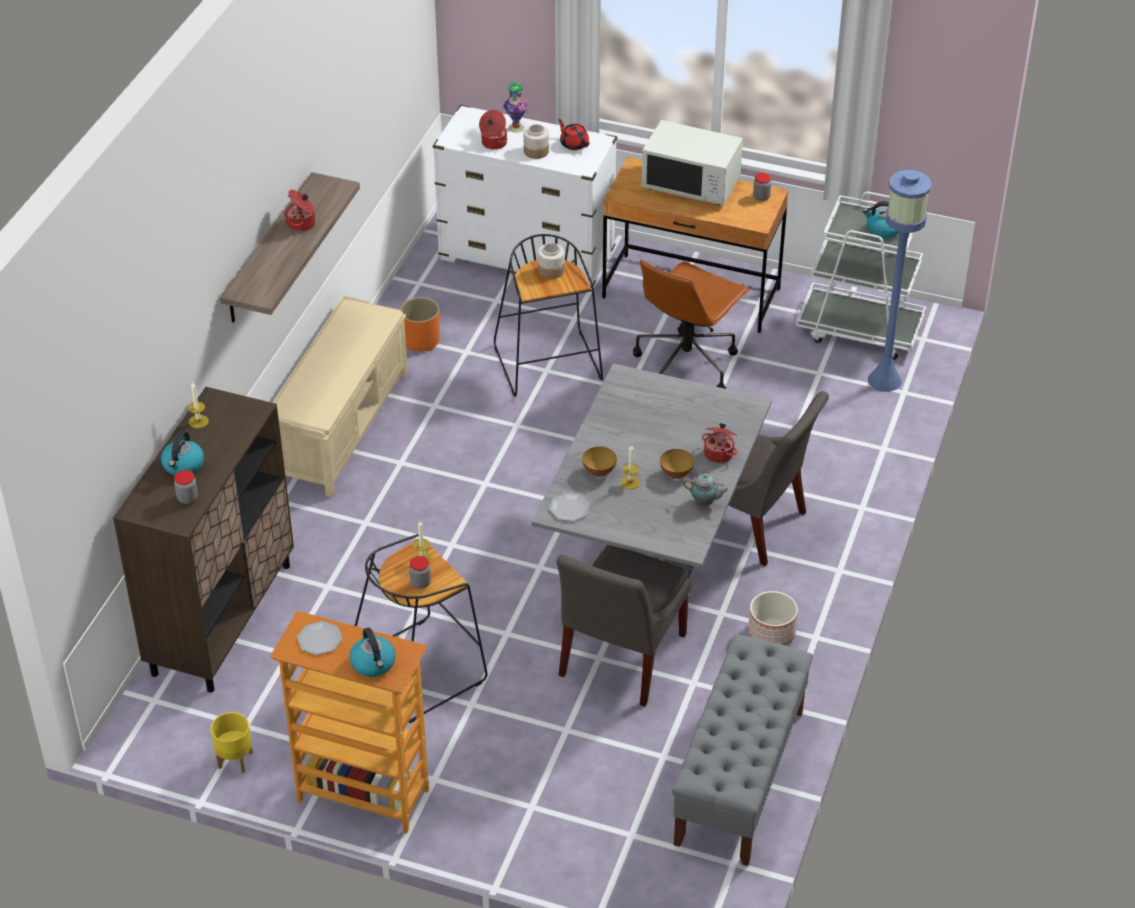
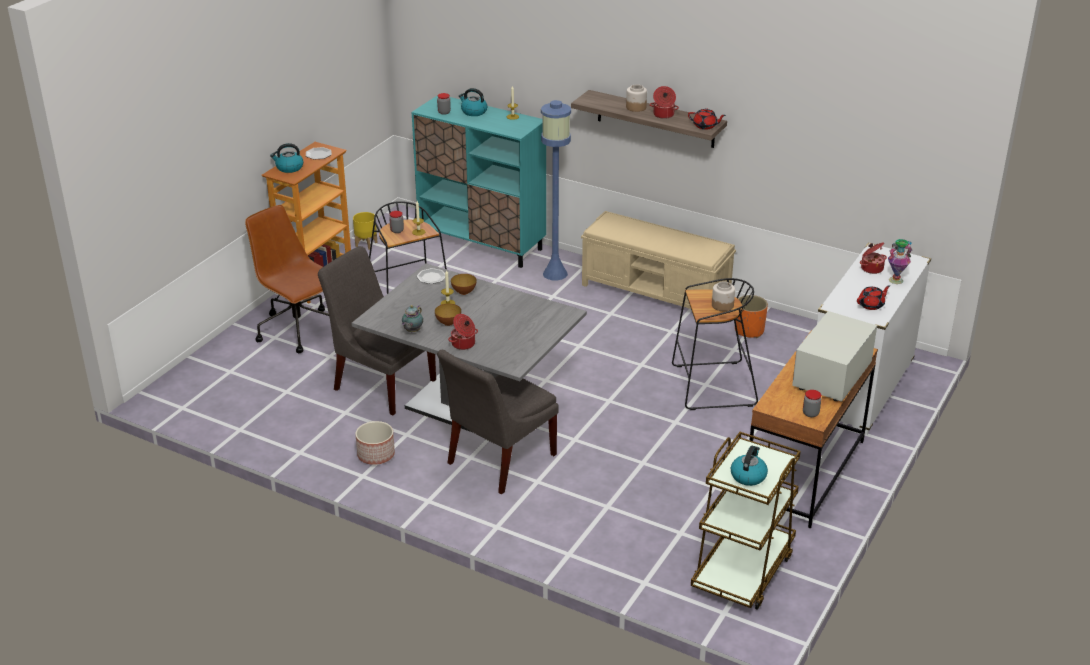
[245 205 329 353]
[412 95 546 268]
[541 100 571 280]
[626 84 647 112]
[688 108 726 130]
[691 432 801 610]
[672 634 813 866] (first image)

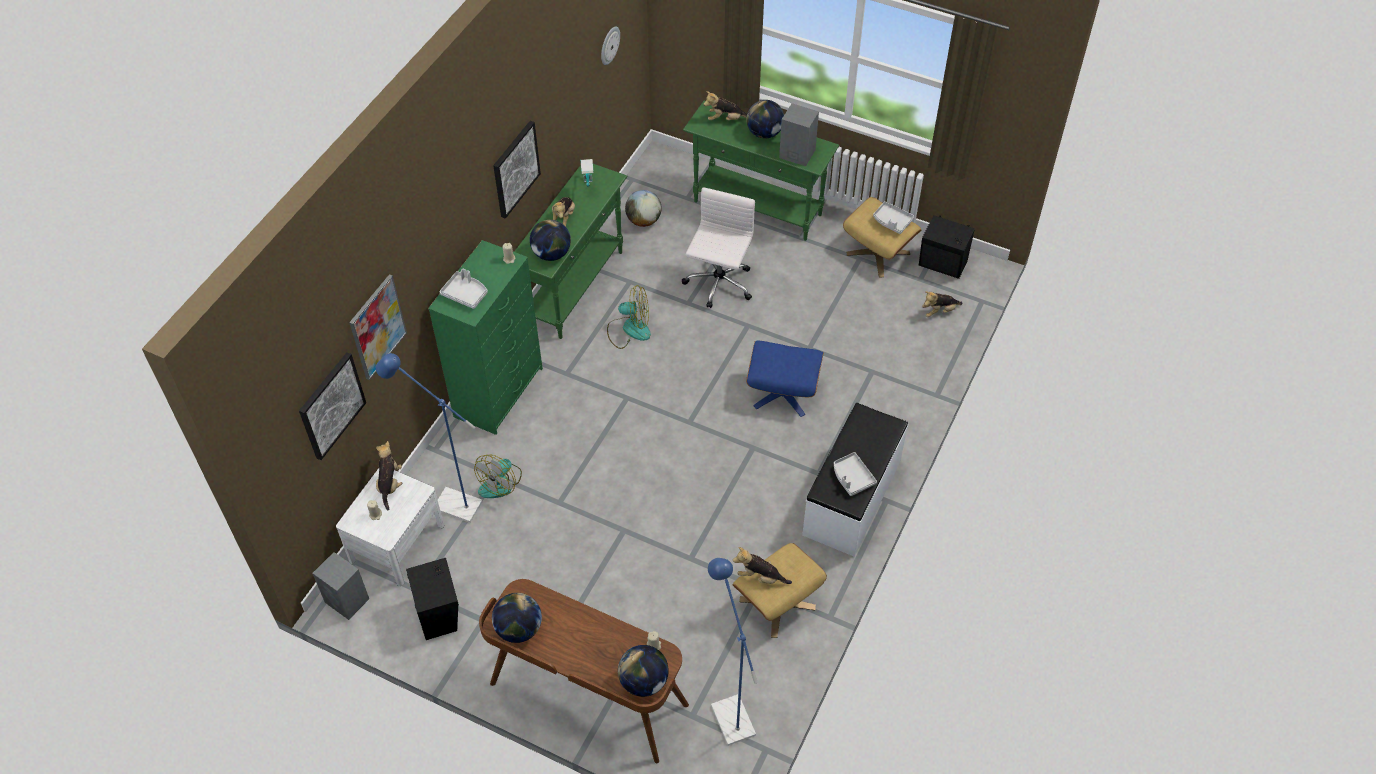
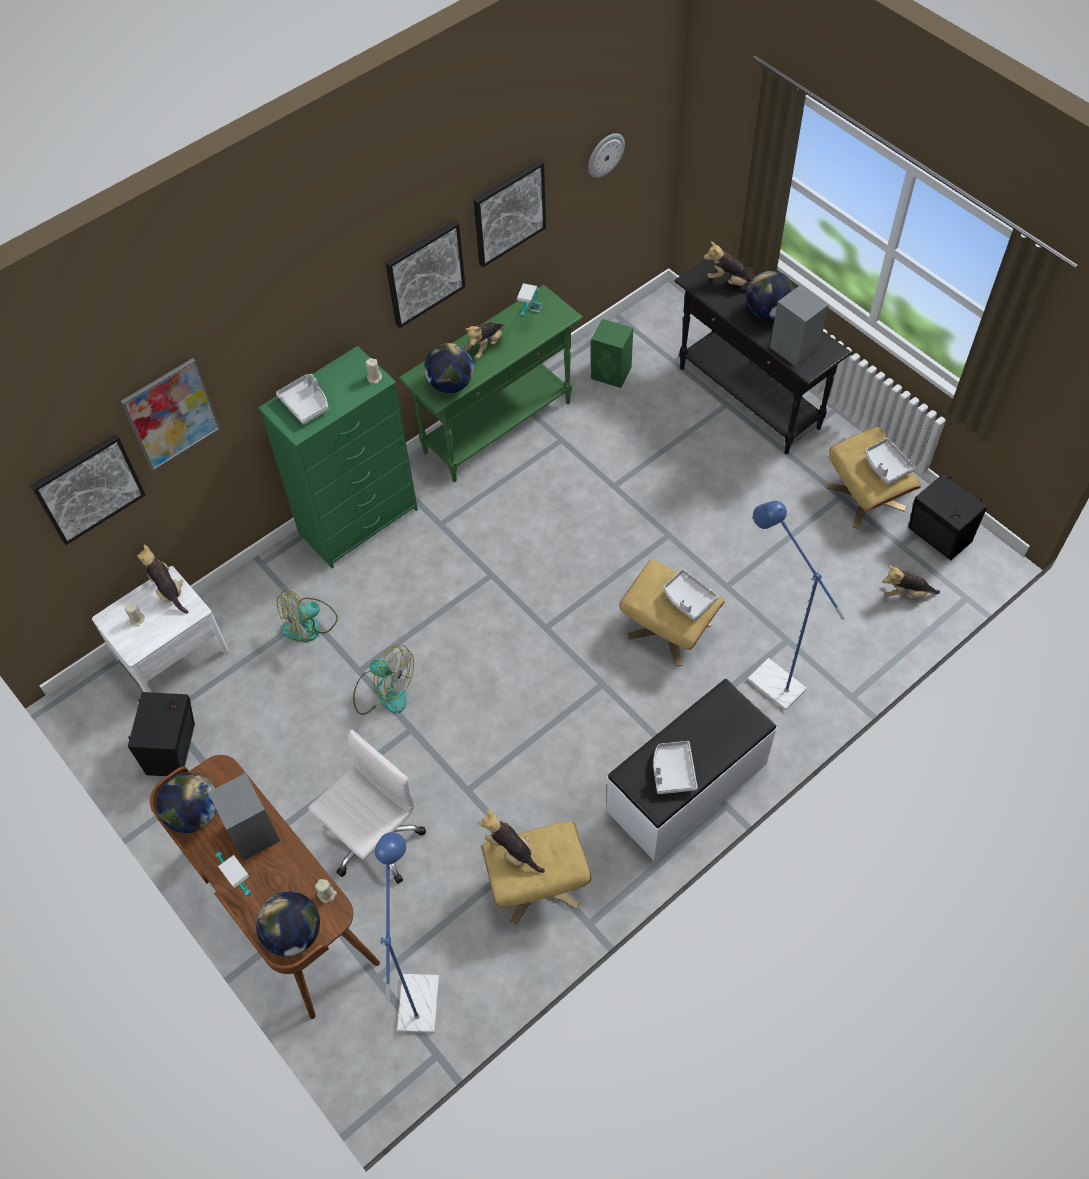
[137 545 188 614]
[208 773 280 860]
[216 852 251 896]
[308 729 426 884]
[353 645 414 715]
[474 160 546 267]
[591 319 633 388]
[619 560 725 667]
[664 569 718 621]
[674 259 852 454]
[747 501 845 711]

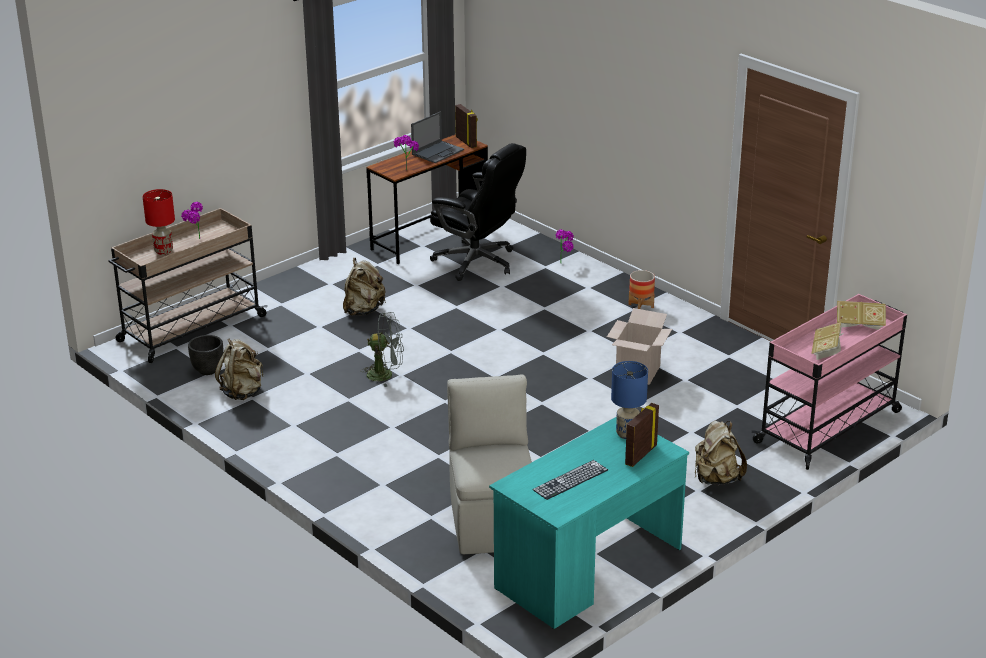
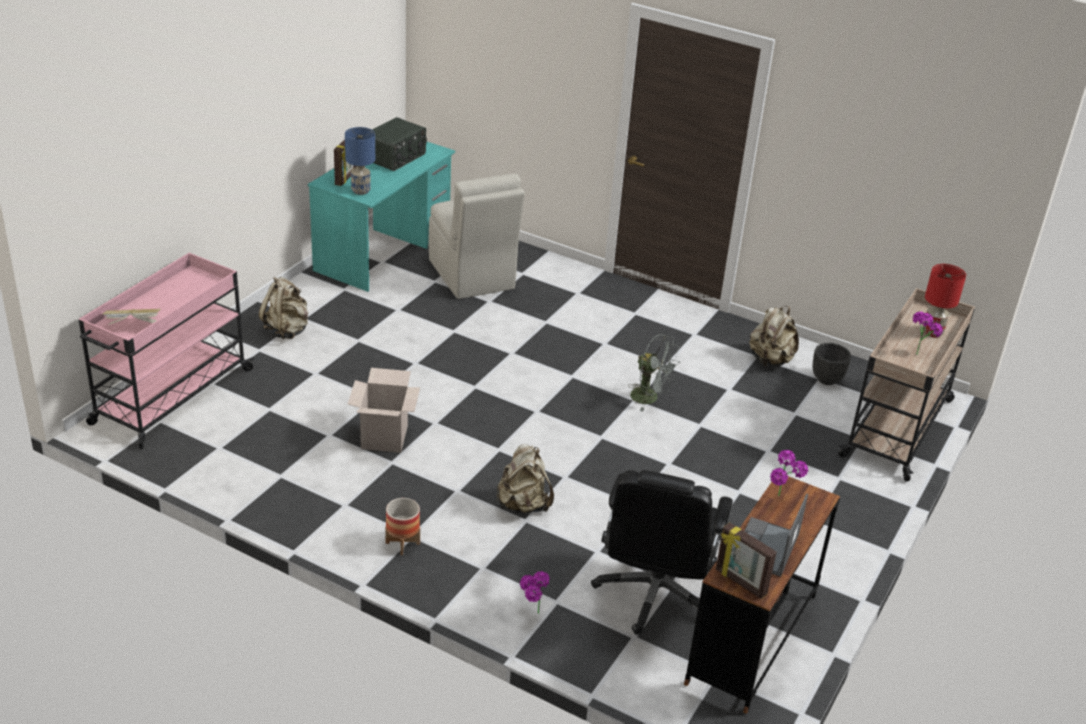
[372 117 427 171]
[496 444 554 513]
[591 470 733 635]
[628 334 680 412]
[811 322 843 360] (first image)

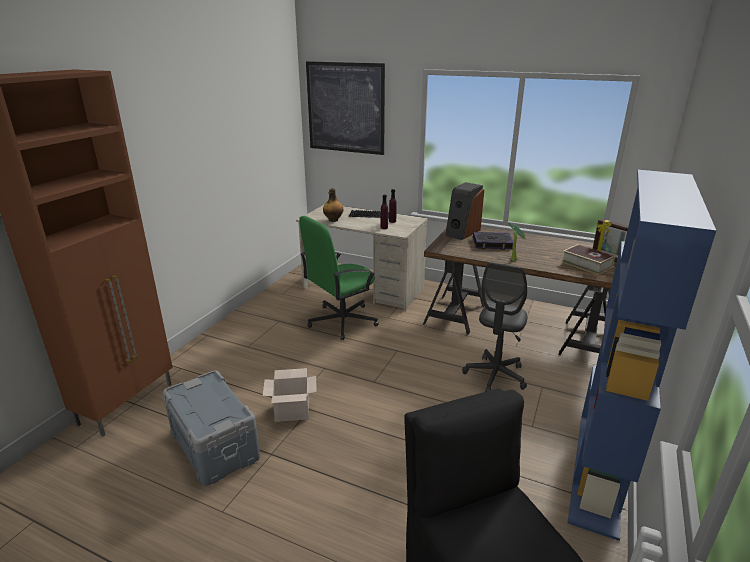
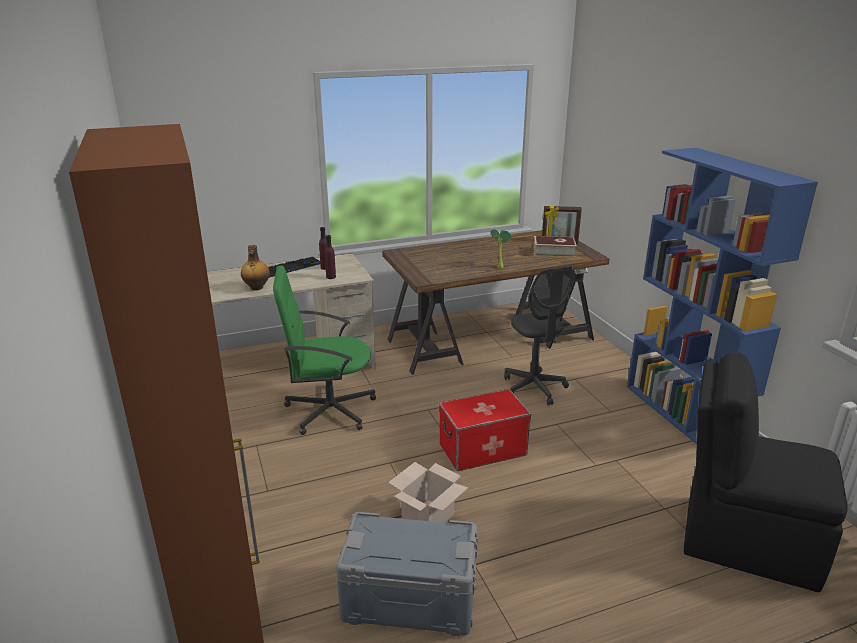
[273 266 376 435]
[439 389 531 471]
[306 61 385 155] (first image)
[445 182 484 240] (first image)
[473 232 513 250] (first image)

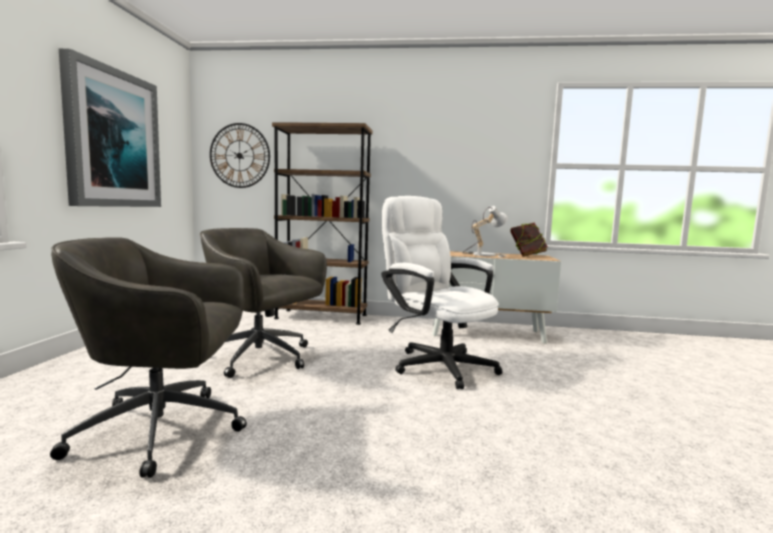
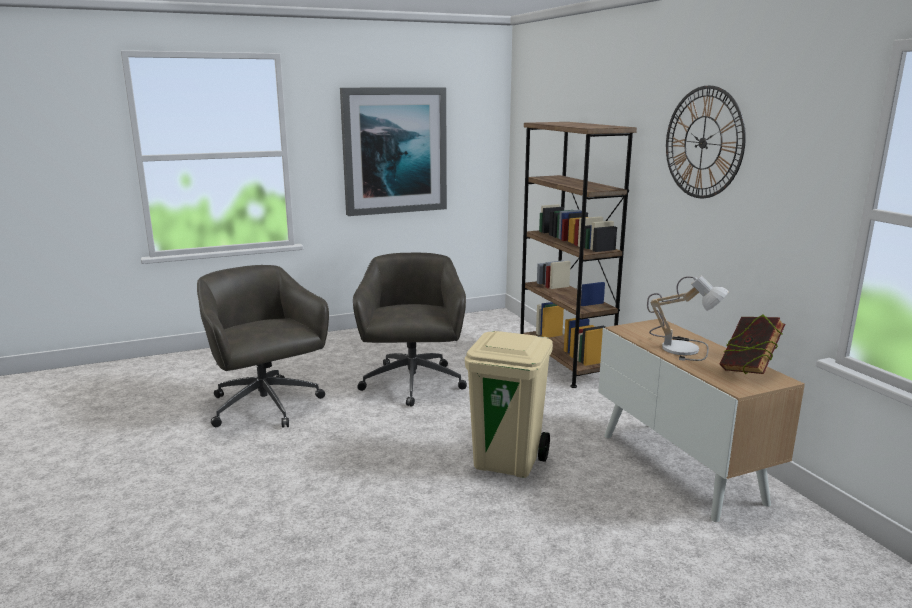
[465 331 553 478]
[666 86 746 198]

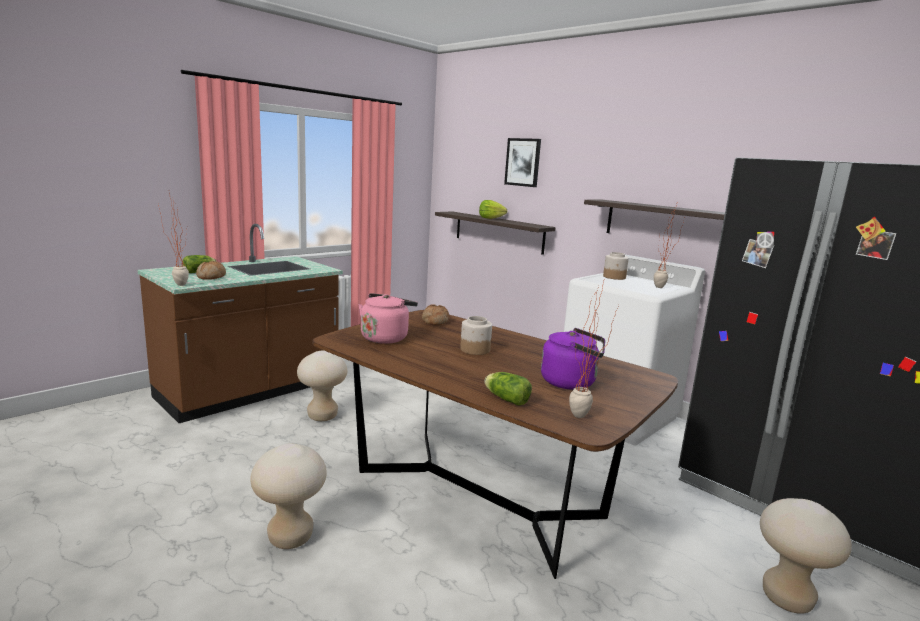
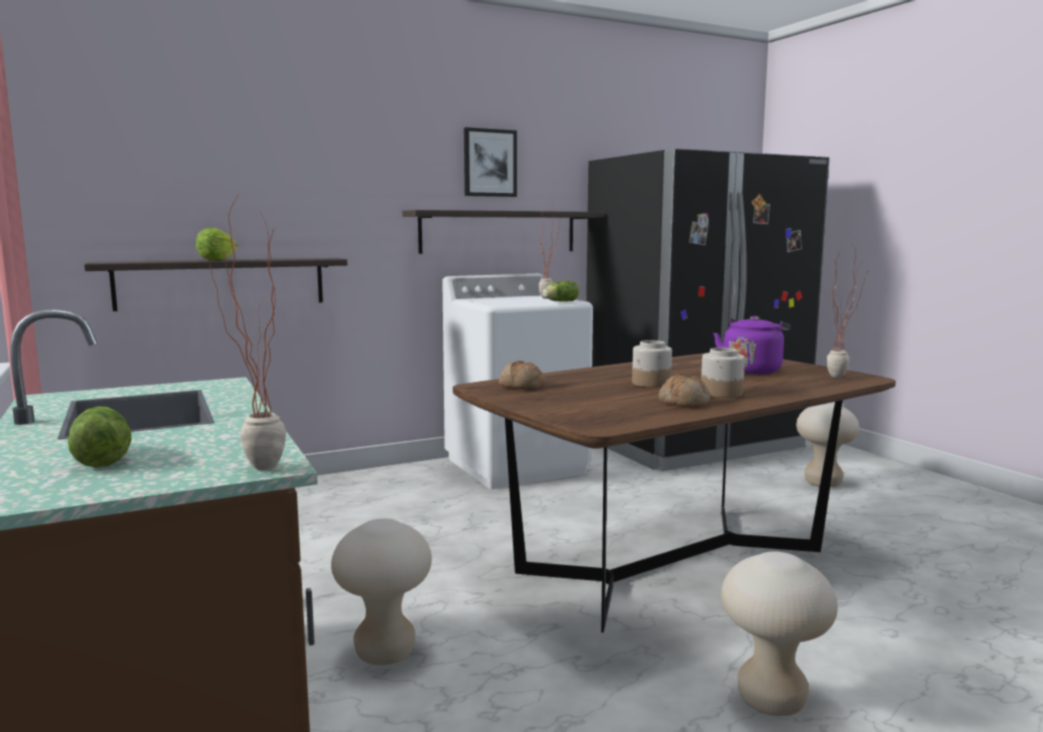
[464 127 517 197]
[543 281 579 302]
[659 374 711 408]
[701 348 745 398]
[358 293 418 344] (first image)

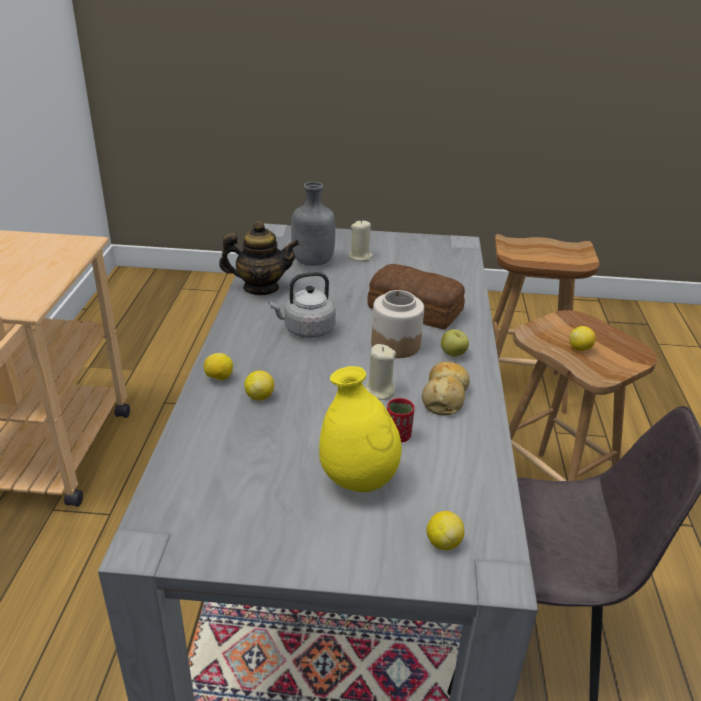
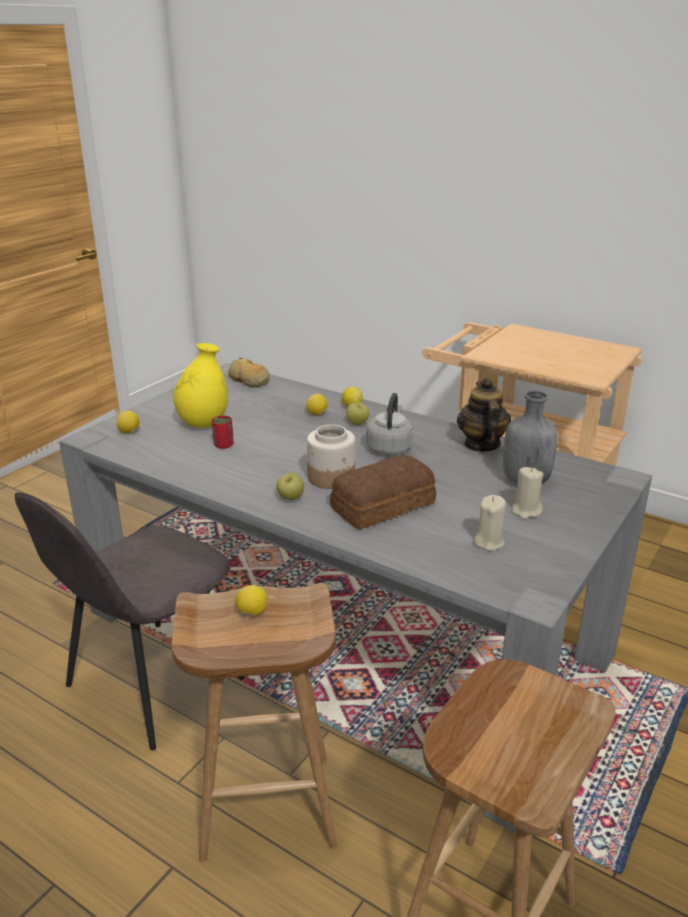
[228 358 270 387]
[346 402 369 425]
[457 377 511 452]
[473 495 506 551]

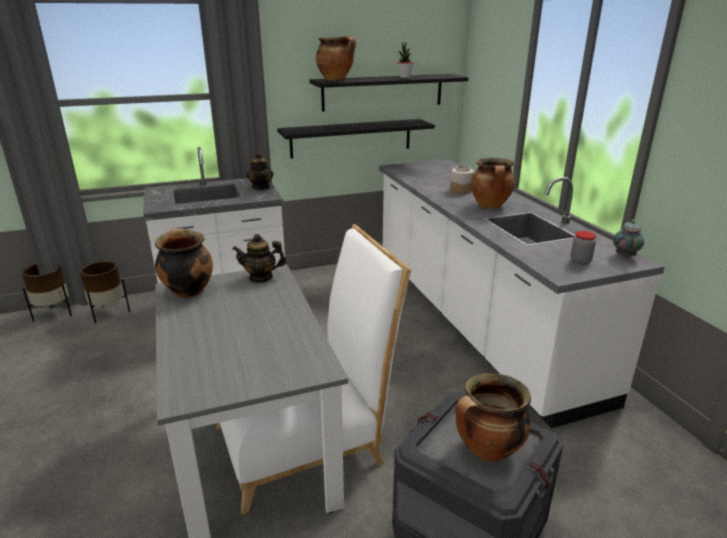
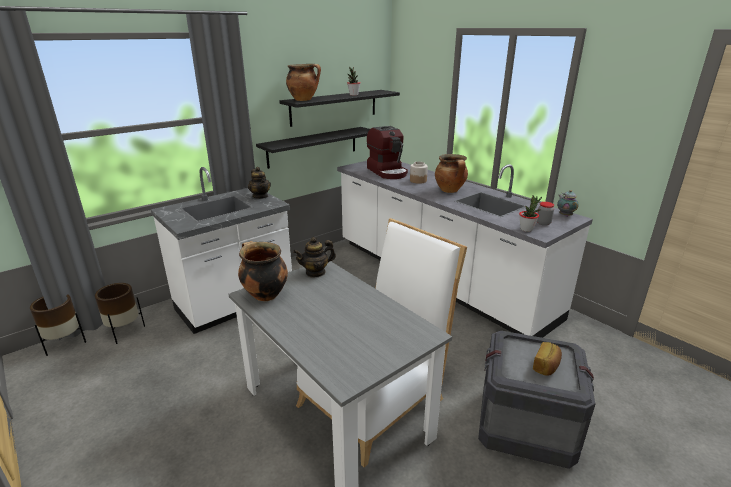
[367 126 408 179]
[519 195 542 232]
[533 342 562 376]

